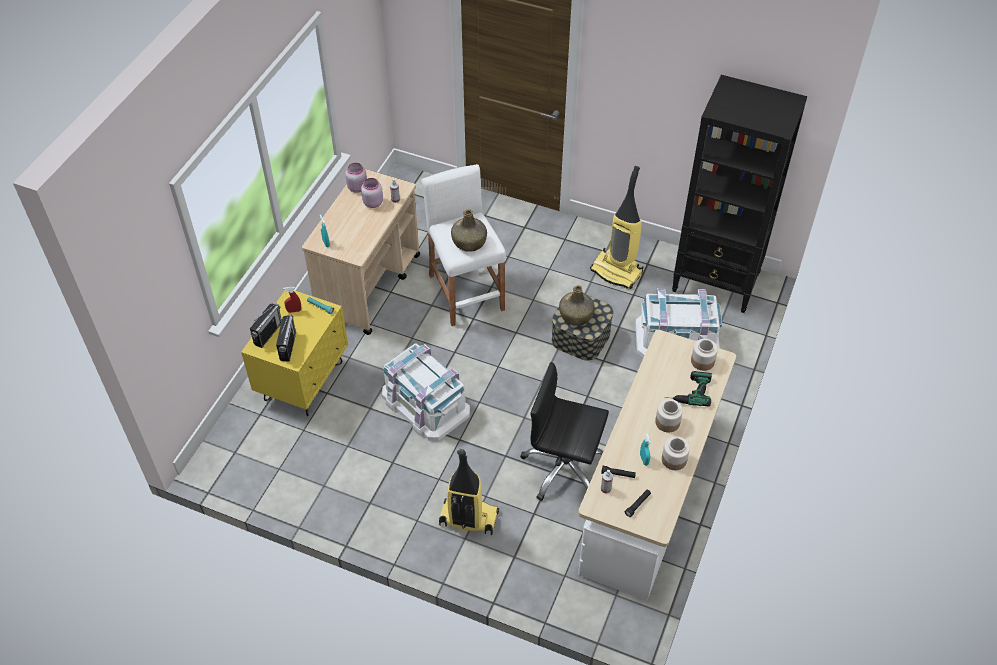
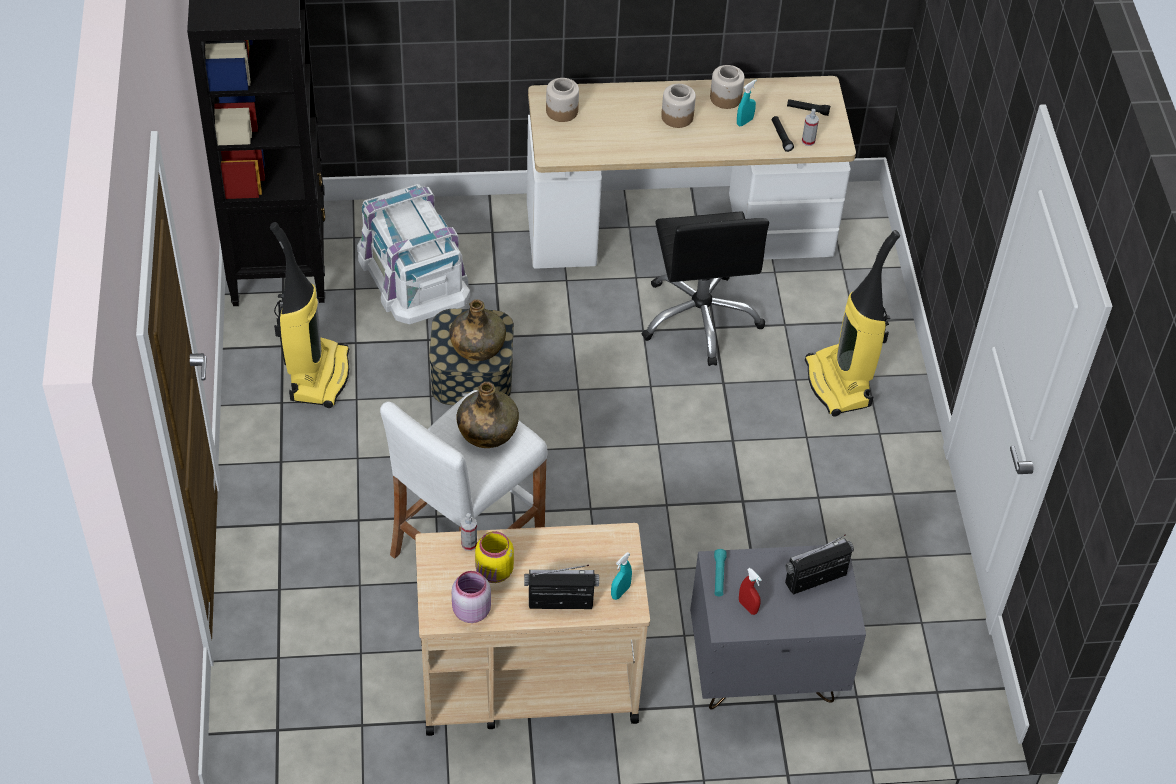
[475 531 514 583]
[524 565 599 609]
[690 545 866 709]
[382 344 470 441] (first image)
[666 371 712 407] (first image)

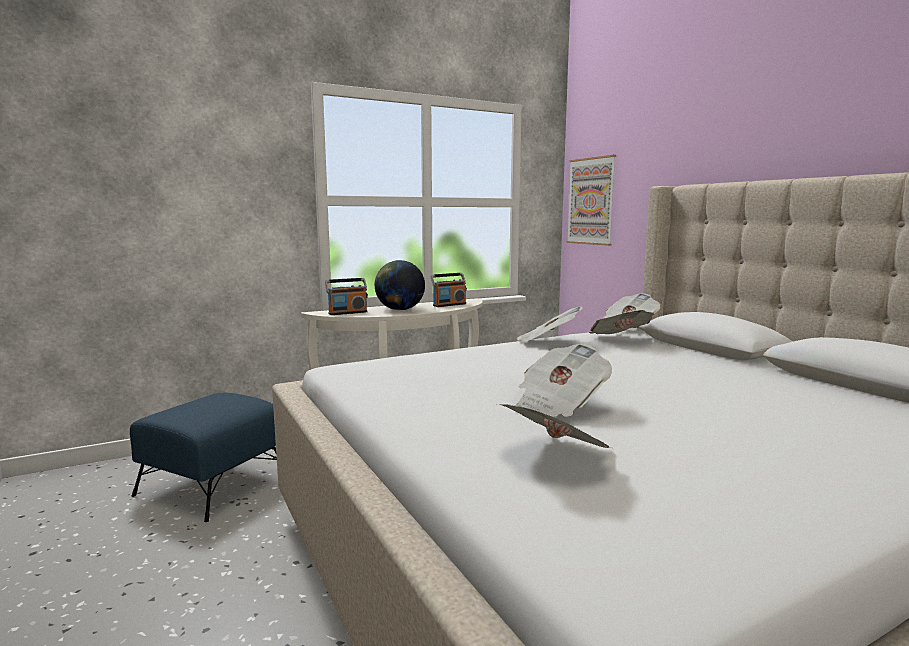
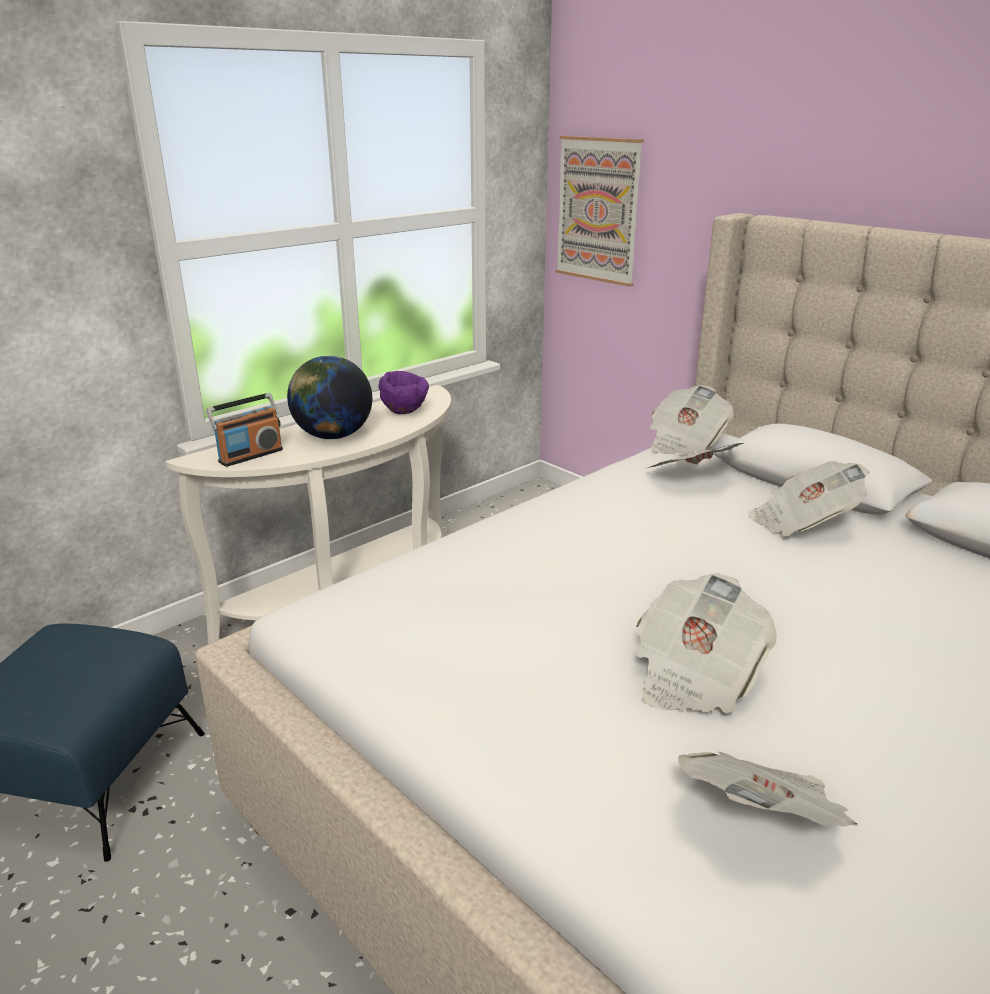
[378 371 429 414]
[748 461 869 536]

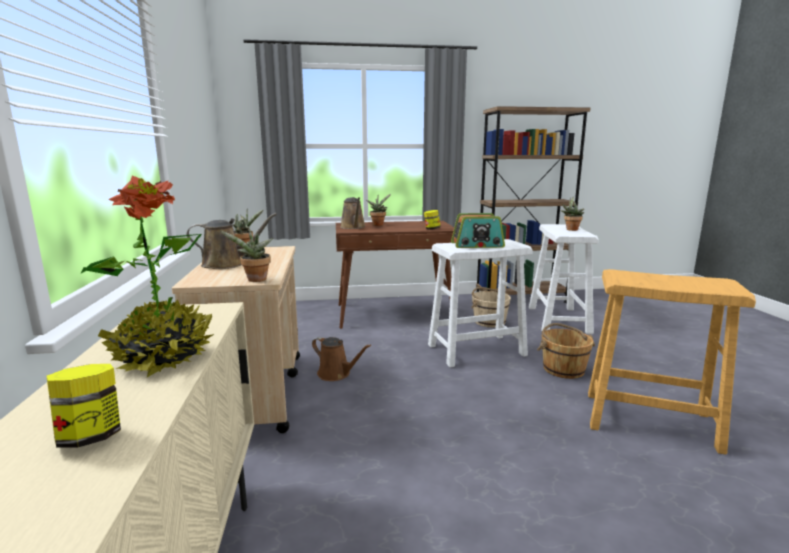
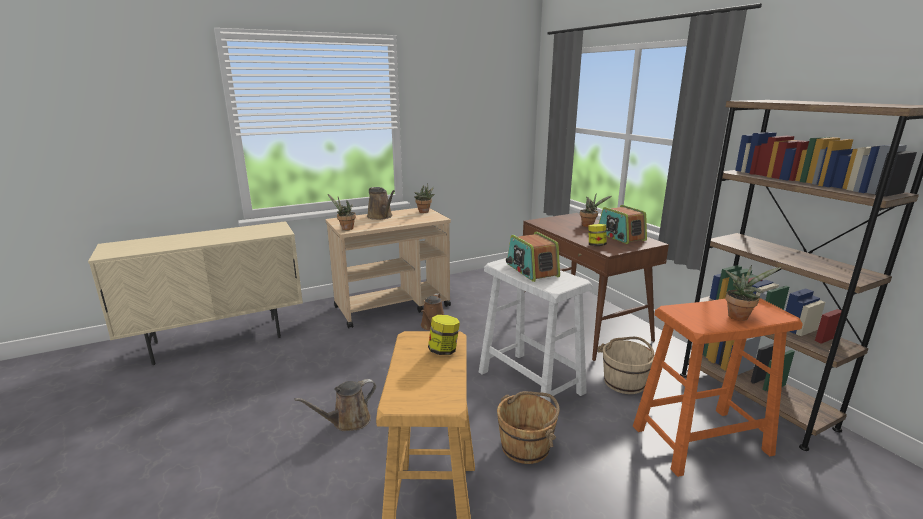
[294 379 376 431]
[428 315 460 355]
[599 205 647 244]
[633 298 803 477]
[80 176 214 377] (first image)

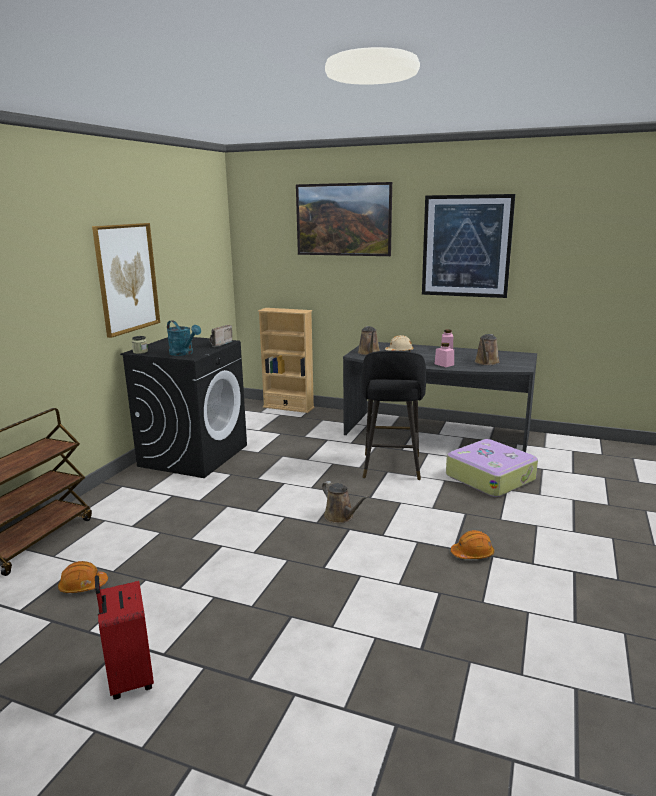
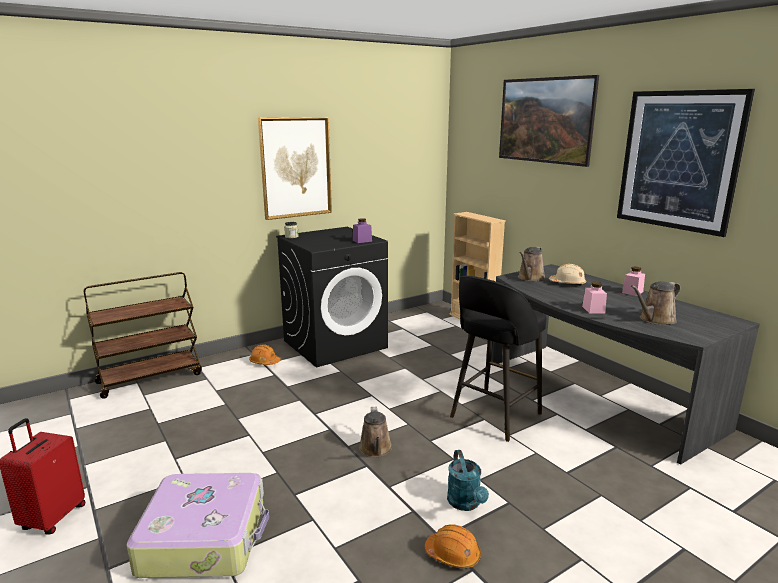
[127 473 269 578]
[249 344 281 365]
[353 218 372 243]
[447 450 489 511]

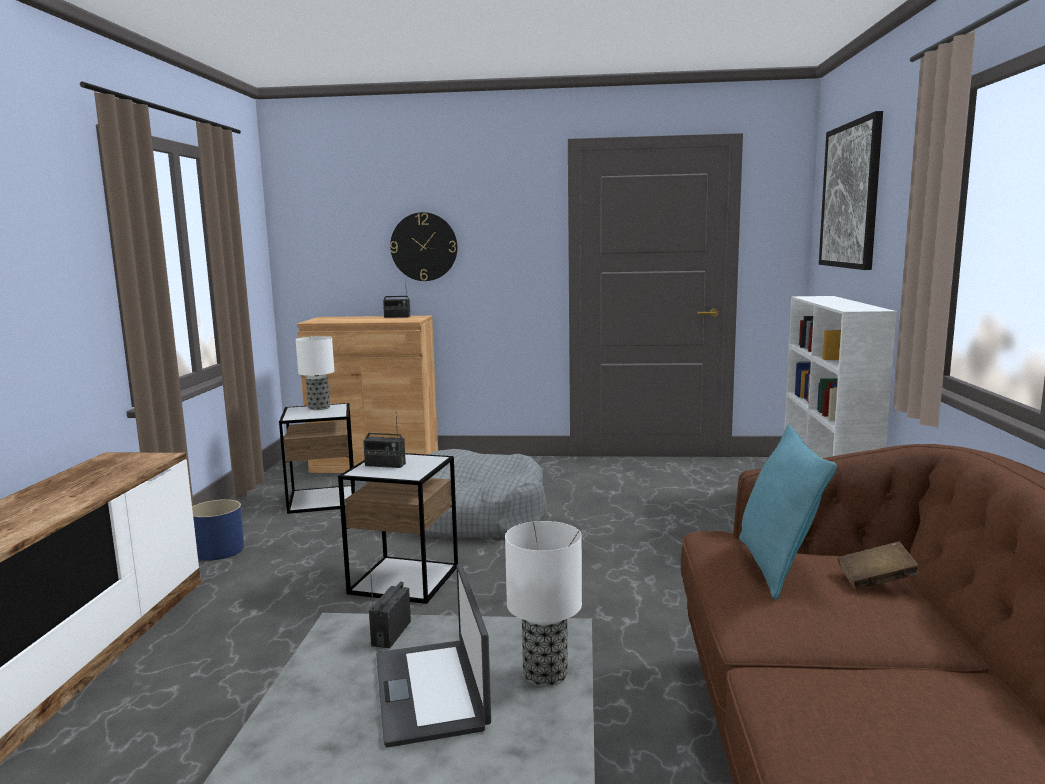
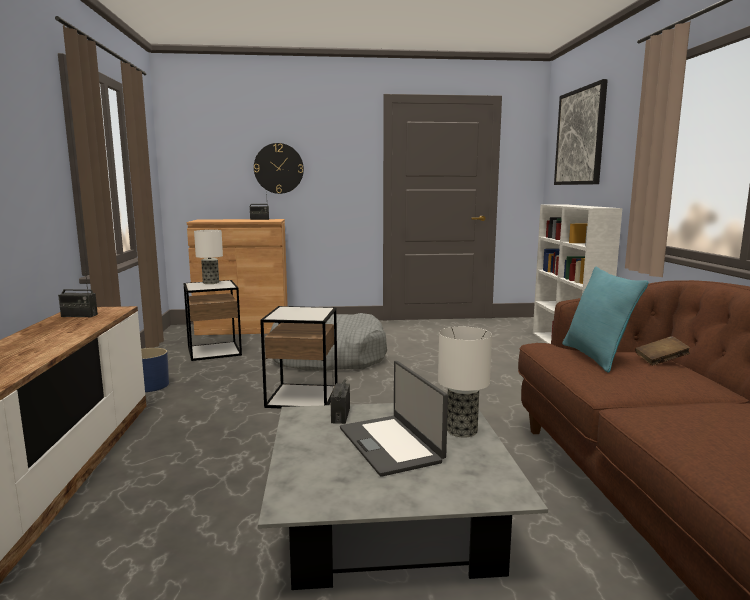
[58 270 98 317]

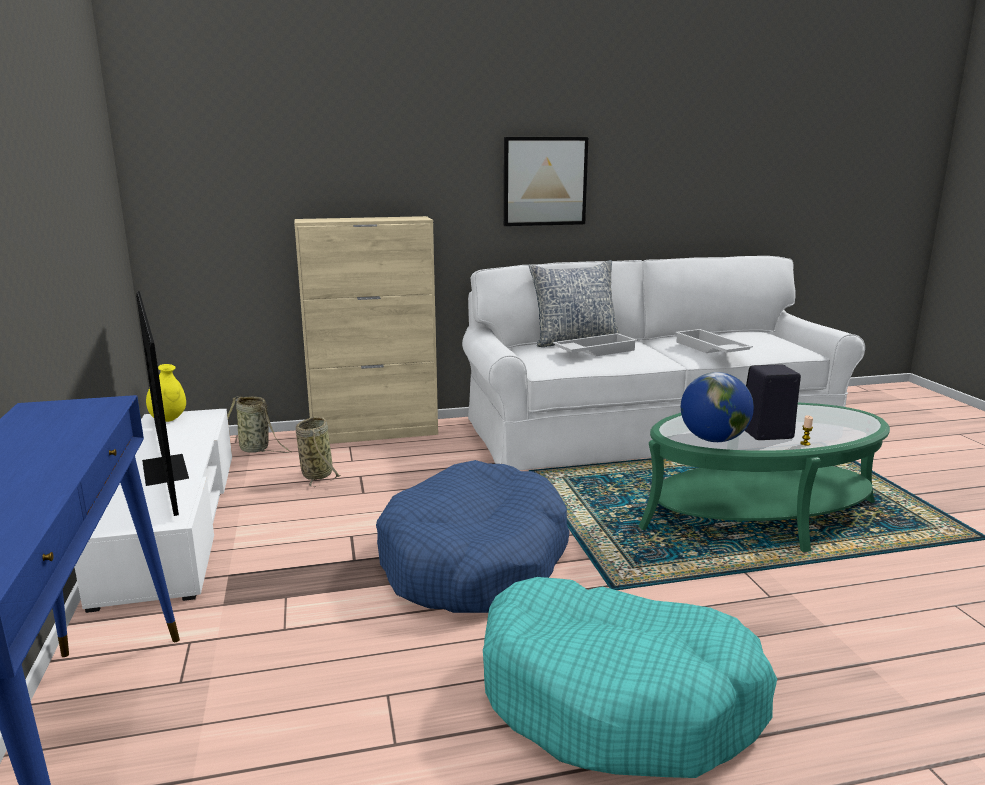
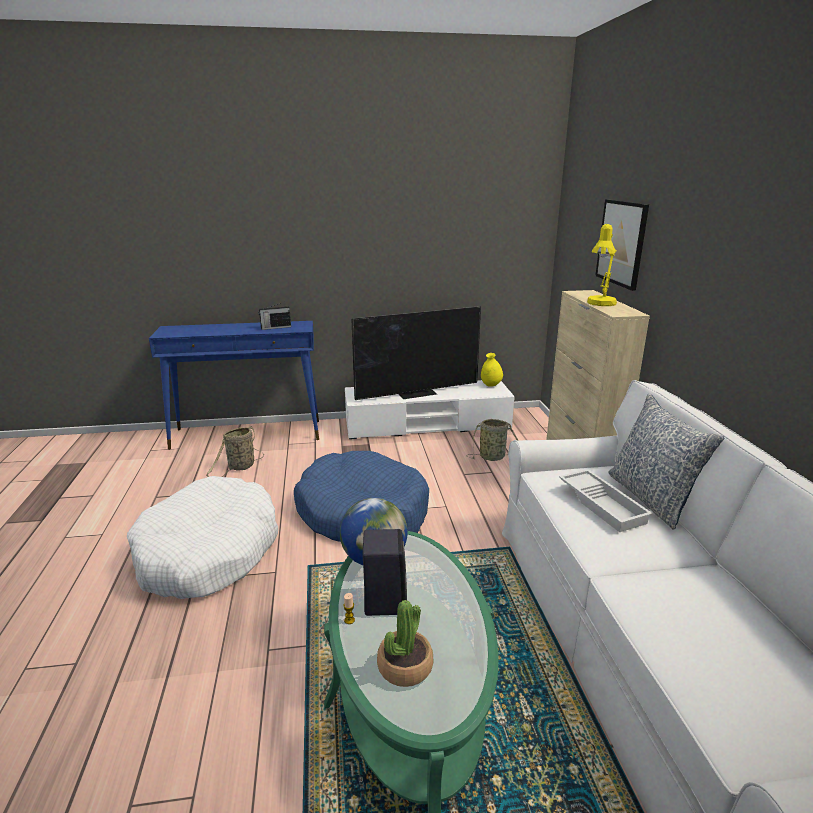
[127 476 278 599]
[206 426 264 477]
[258 303 291 330]
[377 600 433 687]
[587 224 617 306]
[595 199 649 291]
[675 329 753 353] (first image)

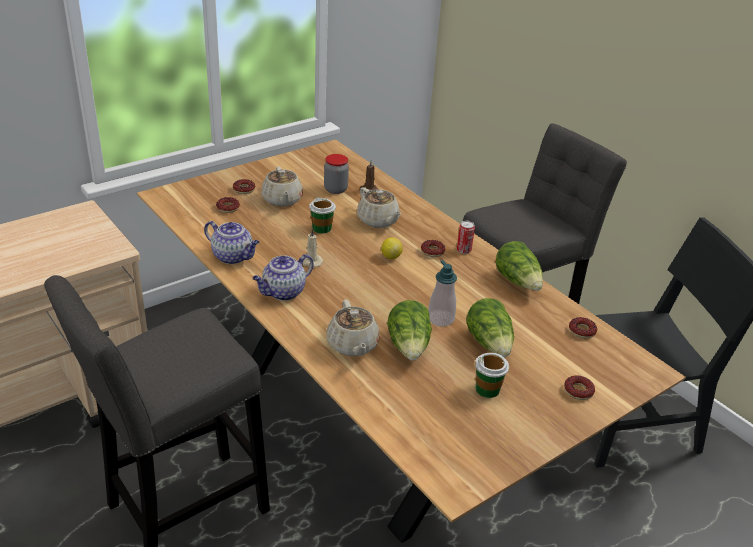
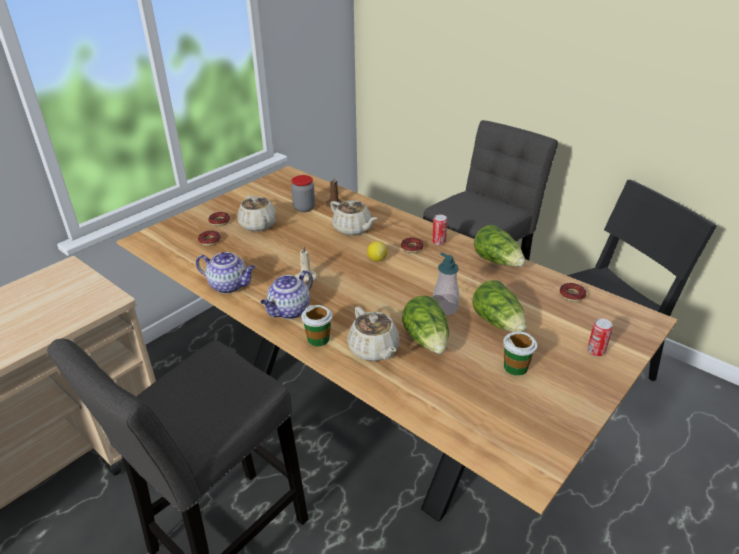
[301 305 333 346]
[587 318 613 357]

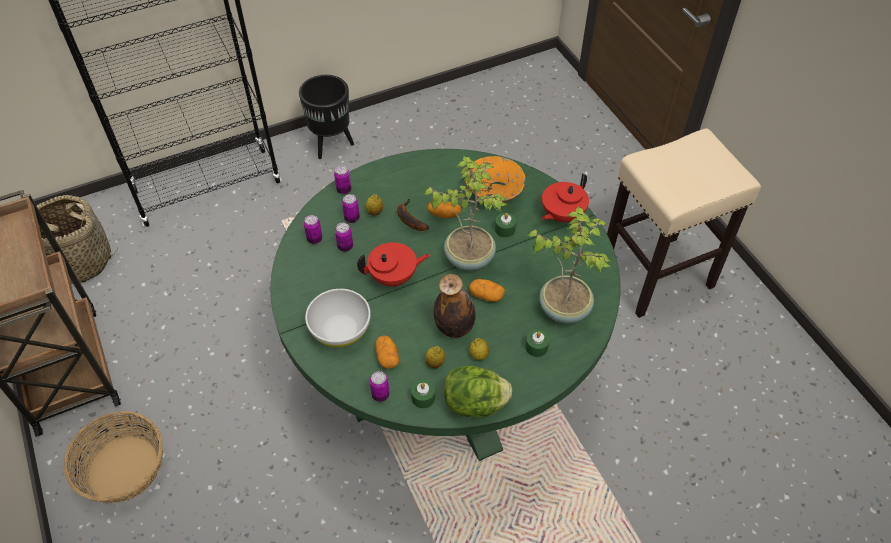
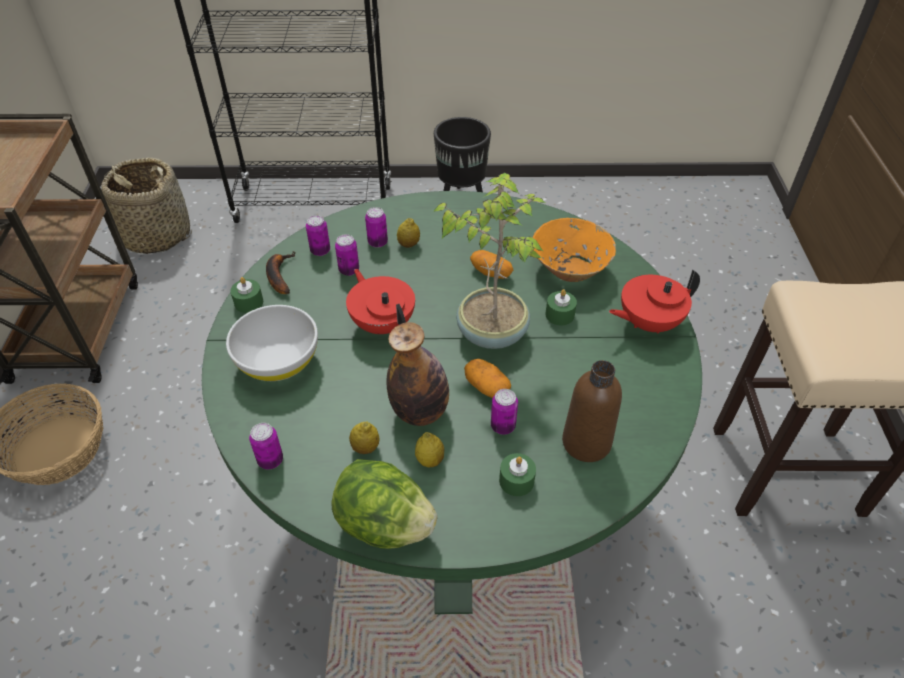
[230 277 263 313]
[266 251 296 294]
[346 269 415 334]
[491 389 518 435]
[562 360 622 462]
[375 335 399 369] (first image)

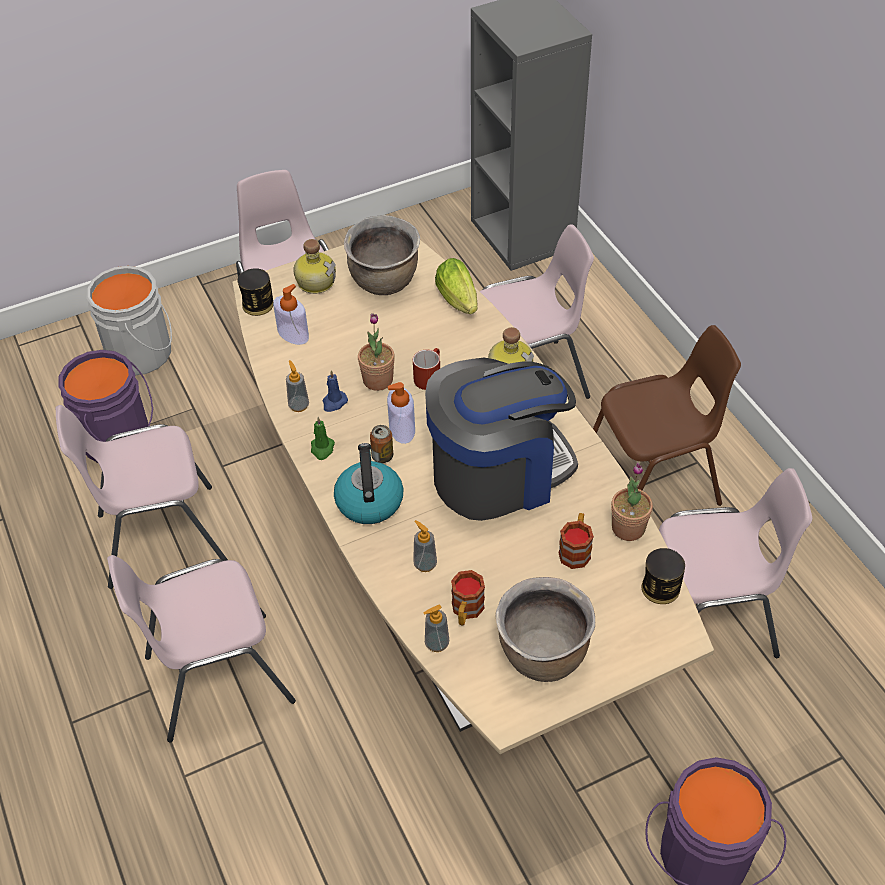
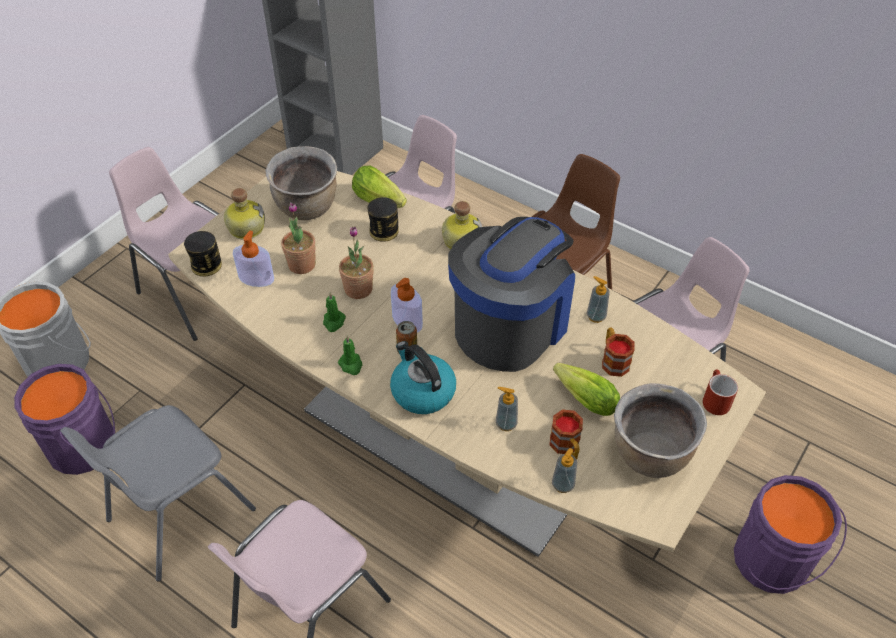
[60 405 256 582]
[281 202 316 274]
[323 293 346 332]
[367 197 399 242]
[553 363 620 416]
[587 276 609 323]
[703 370 738 415]

